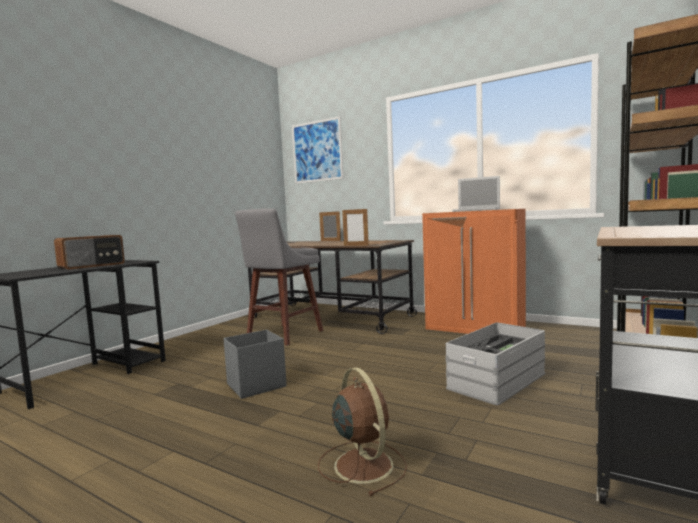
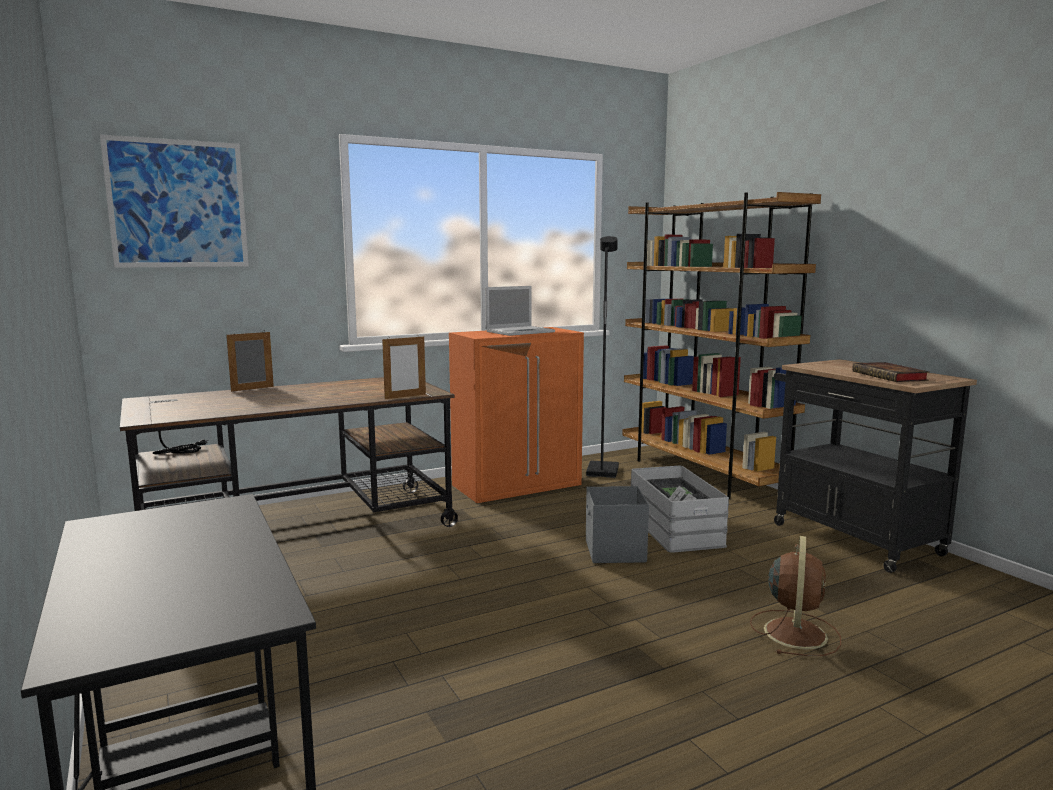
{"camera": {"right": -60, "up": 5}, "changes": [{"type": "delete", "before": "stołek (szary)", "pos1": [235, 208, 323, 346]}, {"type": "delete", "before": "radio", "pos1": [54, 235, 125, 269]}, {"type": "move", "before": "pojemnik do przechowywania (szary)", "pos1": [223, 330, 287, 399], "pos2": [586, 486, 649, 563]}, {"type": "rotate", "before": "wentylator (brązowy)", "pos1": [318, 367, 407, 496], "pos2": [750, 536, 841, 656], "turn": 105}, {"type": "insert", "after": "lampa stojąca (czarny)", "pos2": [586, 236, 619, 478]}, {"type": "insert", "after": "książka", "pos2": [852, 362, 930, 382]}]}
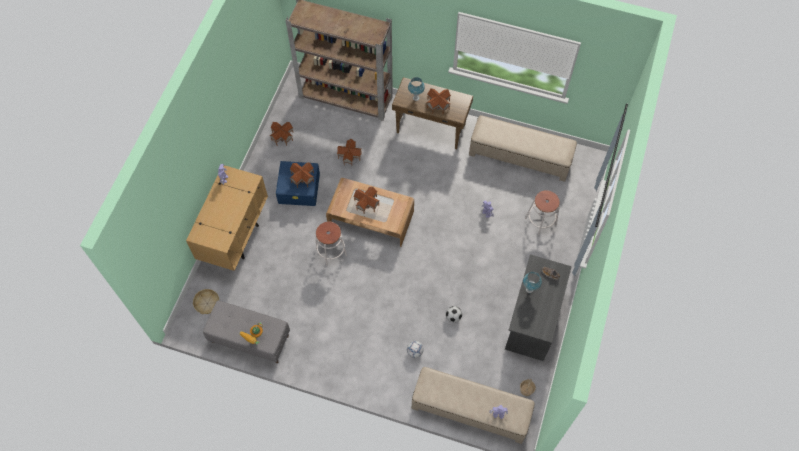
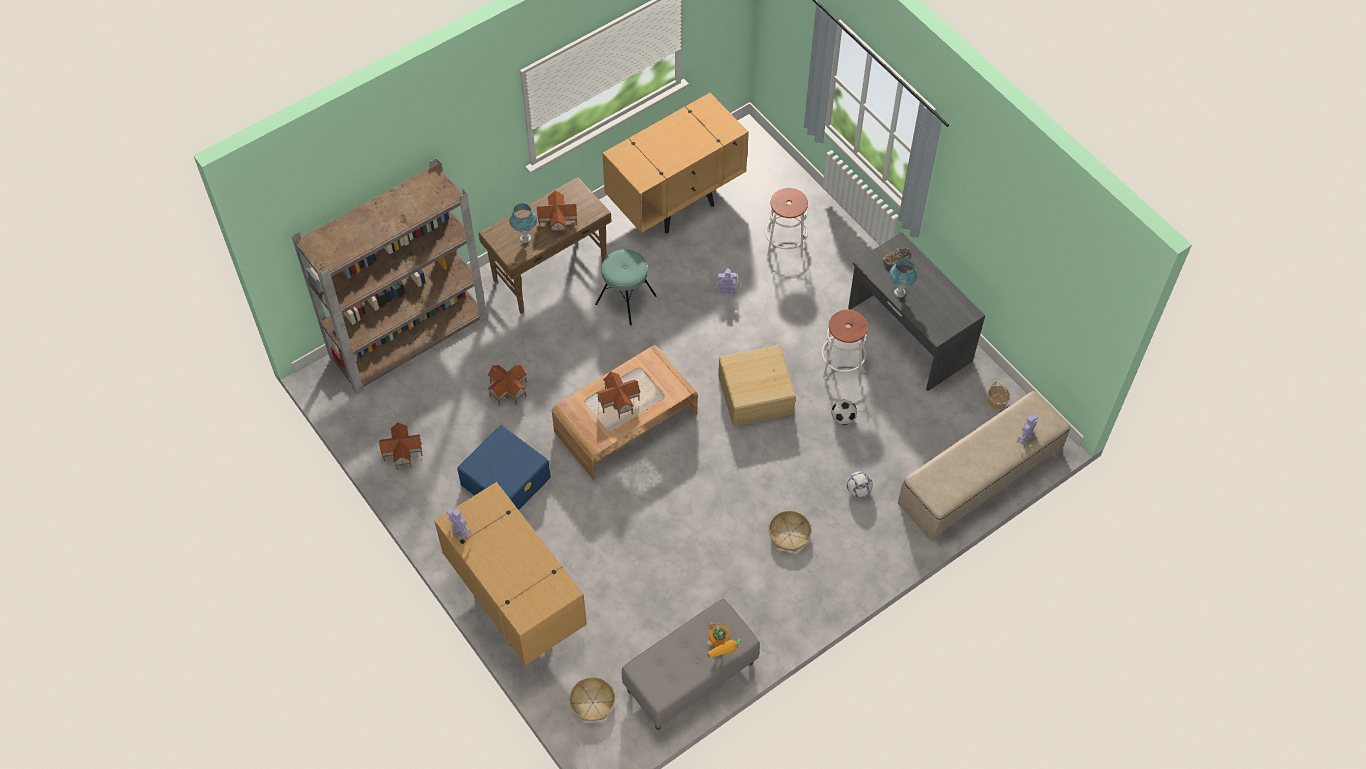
{"camera": {"right": -55, "up": -5}, "changes": [{"type": "replace", "before": "ławka (beżowy)", "after": "komoda (beżowy)", "pos1": [469, 115, 577, 182], "pos2": [602, 93, 749, 234]}, {"type": "delete", "before": "domek", "pos1": [290, 162, 314, 188]}, {"type": "move", "before": "stołek (biały)", "pos1": [316, 222, 347, 266], "pos2": [822, 310, 868, 381]}, {"type": "insert", "after": "stołek (turkusowy)", "pos2": [595, 249, 656, 325]}, {"type": "insert", "after": "pojemnik do przechowywania (beżowy)", "pos2": [718, 345, 796, 426]}, {"type": "insert", "after": "koszyk", "pos2": [769, 511, 812, 552]}]}
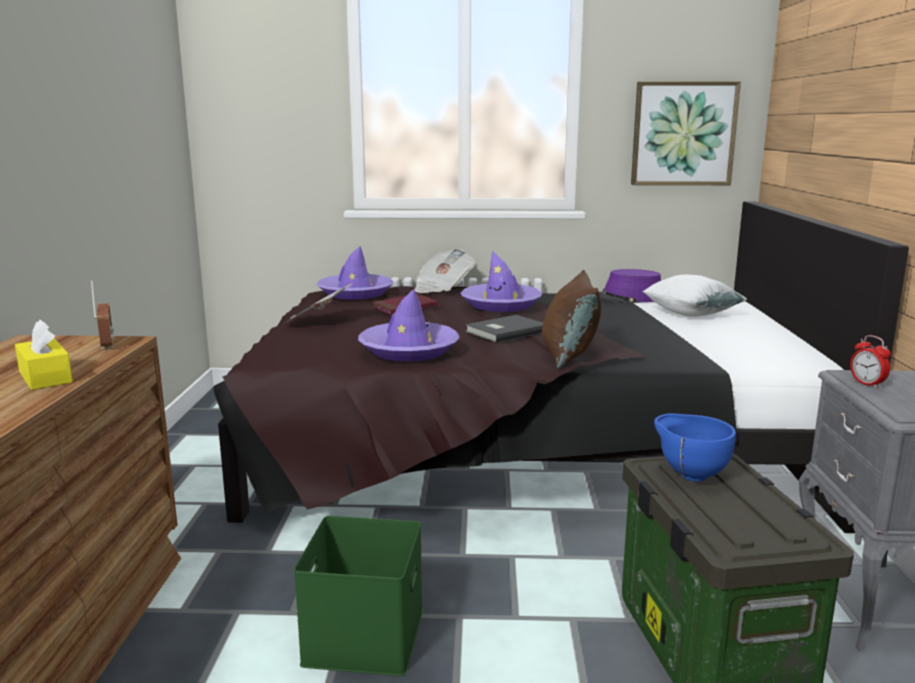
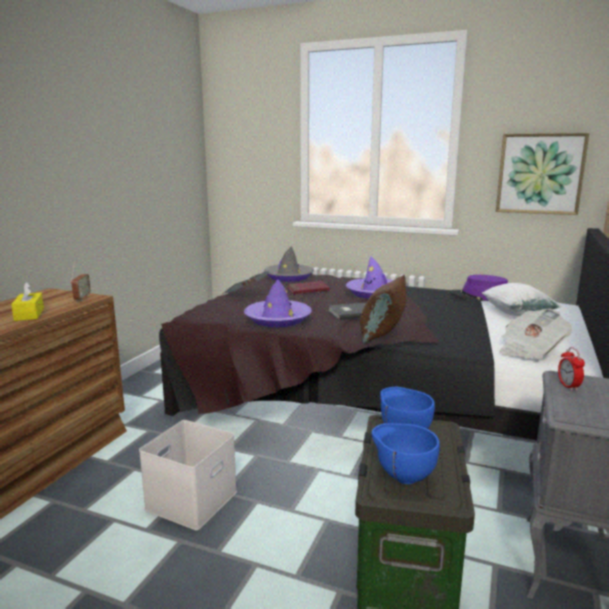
{"camera": {"right": 20, "up": 0}, "changes": [{"type": "recolor", "before": "kapelusz (fioletowy)", "after": "kapelusz (szary)", "pos1": [317, 246, 393, 300], "pos2": [264, 246, 314, 282]}, {"type": "move", "before": "gazeta", "pos1": [414, 249, 475, 293], "pos2": [500, 309, 572, 359]}, {"type": "recolor", "before": "pojemnik do przechowywania (zielony)", "after": "pojemnik do przechowywania (biały)", "pos1": [294, 516, 423, 676], "pos2": [139, 420, 237, 530]}, {"type": "insert", "after": "miska (niebieski)", "pos2": [372, 423, 440, 484]}]}
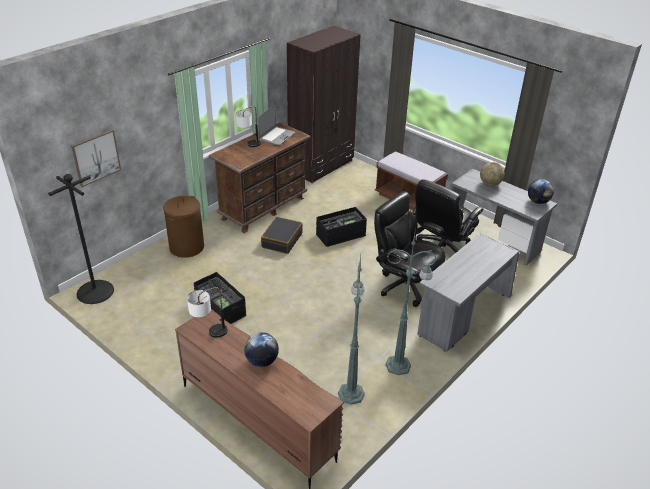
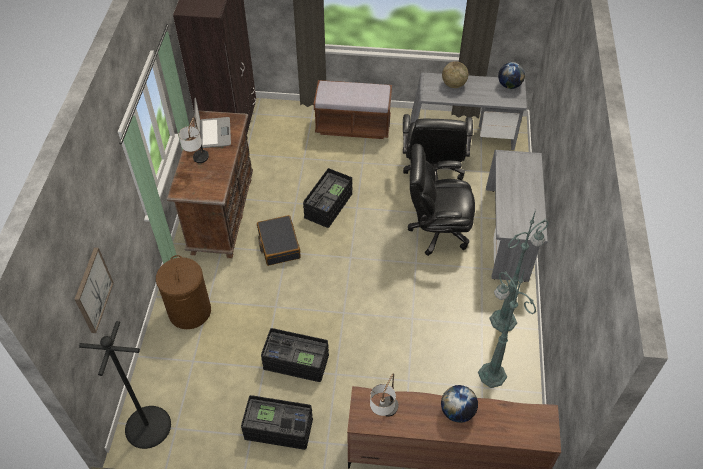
{"camera": {"right": -35, "up": 15}, "changes": [{"type": "insert", "after": "pojemnik do przechowywania (czarny)", "pos2": [241, 395, 313, 450]}]}
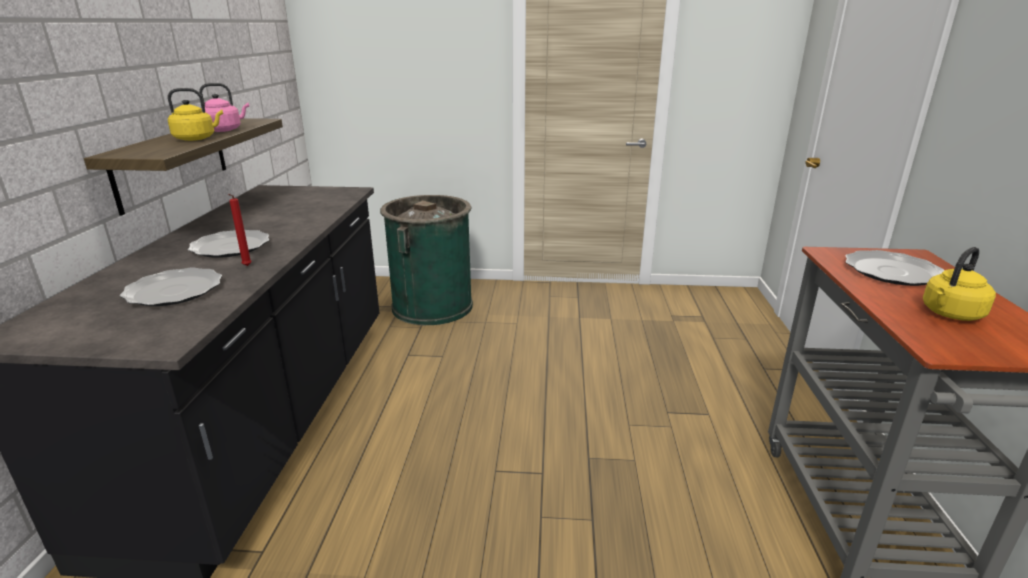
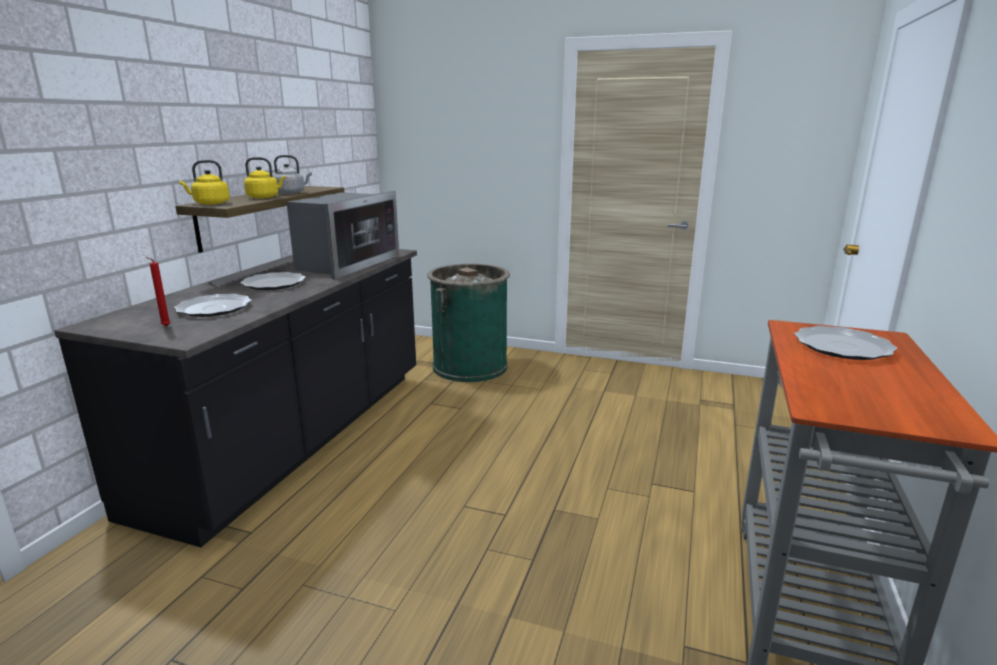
{"camera": {"right": 15, "up": -5}, "changes": [{"type": "recolor", "before": "czajnik (różowy)", "after": "czajnik (szary)", "pos1": [199, 83, 249, 132], "pos2": [273, 155, 312, 194]}, {"type": "move", "before": "świeca (czerwony)", "pos1": [228, 194, 252, 266], "pos2": [146, 257, 170, 326]}, {"type": "move", "before": "czajnik (żółty)", "pos1": [923, 247, 996, 321], "pos2": [179, 160, 230, 205]}, {"type": "insert", "after": "mikrofalówka", "pos2": [287, 191, 399, 279]}]}
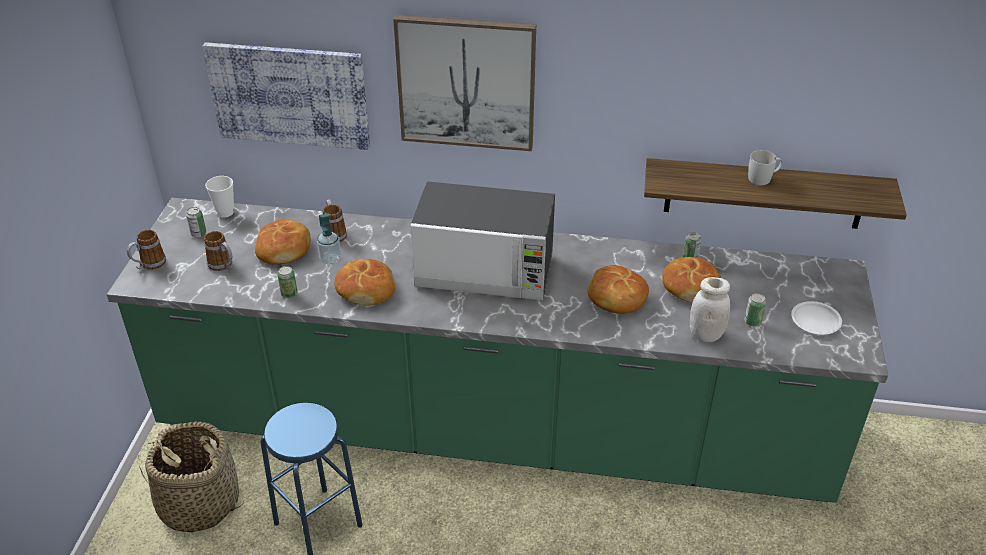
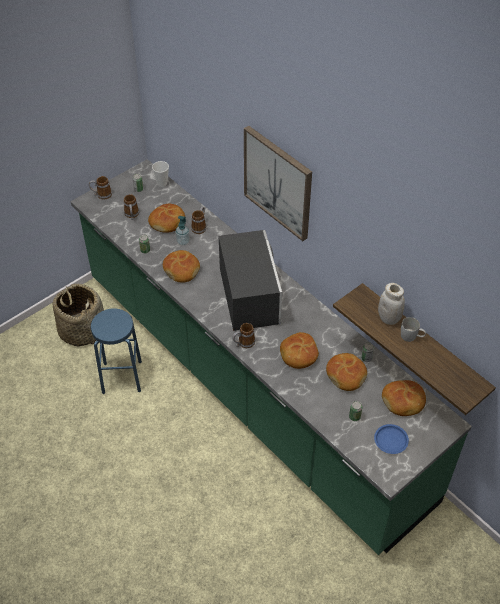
{"camera": {"right": 40, "up": 10}, "changes": [{"type": "delete", "before": "obraz", "pos1": [202, 42, 370, 150]}, {"type": "rotate", "before": "mikrofalówka", "pos1": [410, 181, 555, 300], "pos2": [219, 230, 282, 331], "turn": -150}, {"type": "move", "before": "słoik (biały)", "pos1": [690, 277, 730, 342], "pos2": [378, 283, 405, 325]}, {"type": "recolor", "before": "talerz (biały)", "after": "talerz (niebieski)", "pos1": [791, 301, 842, 335], "pos2": [374, 424, 409, 454]}, {"type": "insert", "after": "kubek", "pos2": [232, 323, 255, 348]}, {"type": "insert", "after": "chleb", "pos2": [382, 380, 426, 416]}]}
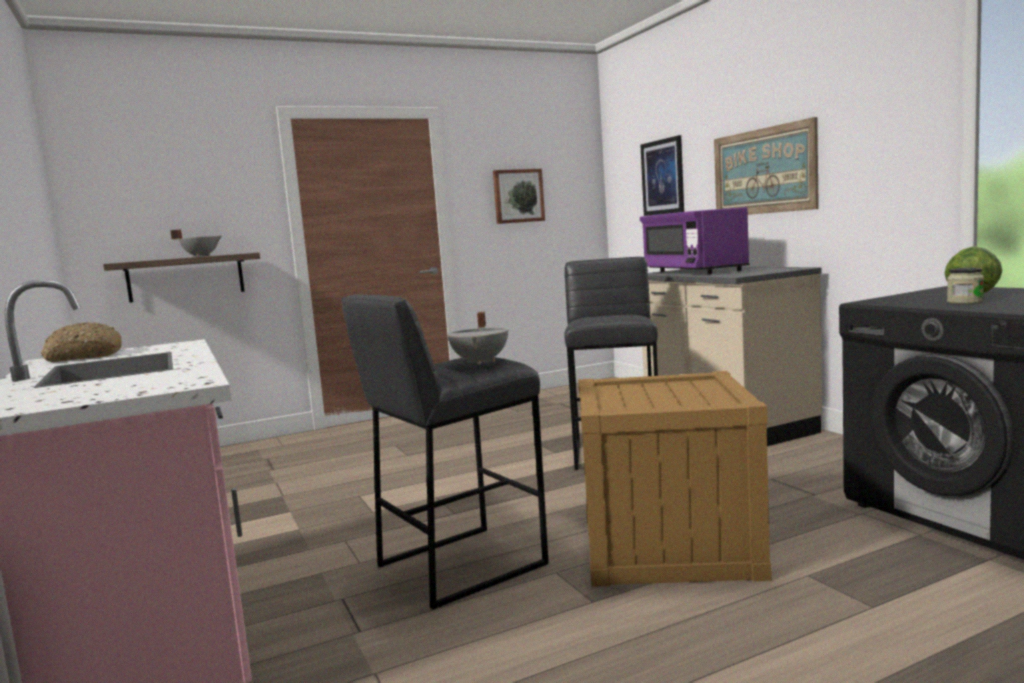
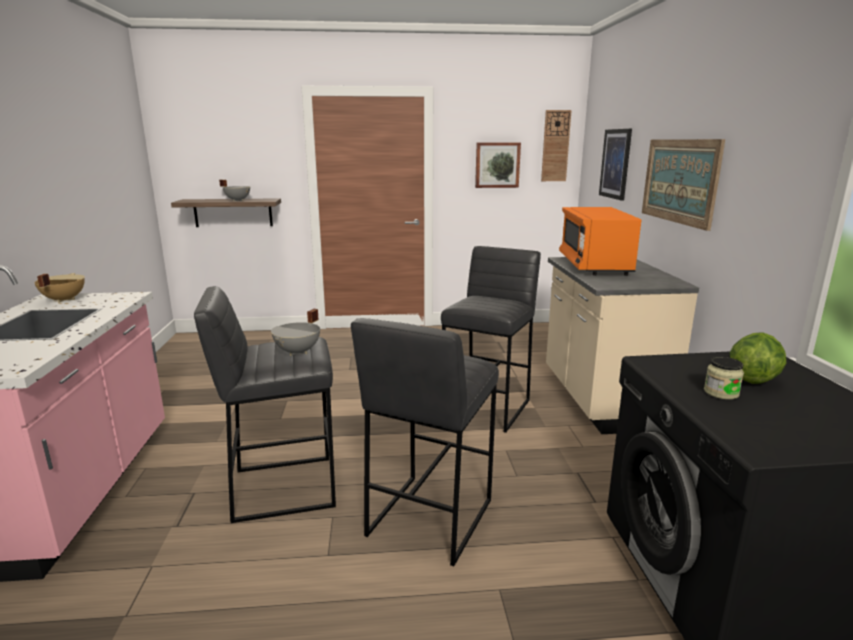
{"camera": {"right": 20, "up": 10}, "changes": [{"type": "recolor", "before": "mikrofalówka (fioletowy)", "after": "mikrofalówka (pomarańczowy)", "pos1": [640, 207, 750, 274], "pos2": [559, 207, 641, 276]}, {"type": "replace", "before": "chleb", "after": "garnek (beżowy)", "pos1": [41, 322, 122, 362], "pos2": [35, 273, 85, 303]}, {"type": "replace", "before": "skrzynka", "after": "stołek (szary)", "pos1": [578, 371, 772, 587], "pos2": [351, 318, 499, 566]}, {"type": "insert", "after": "zegar ścienny", "pos2": [541, 110, 572, 181]}]}
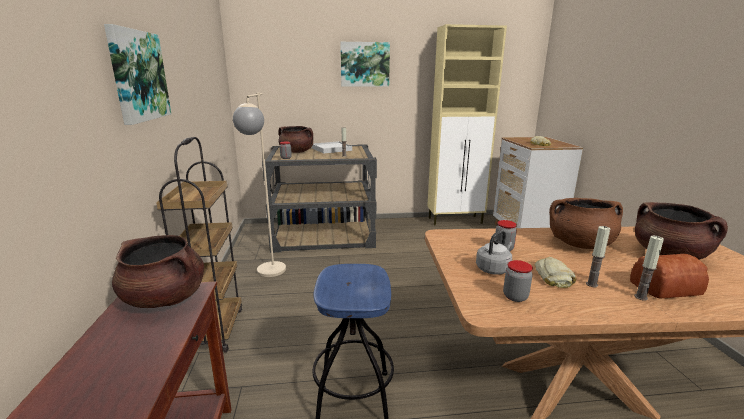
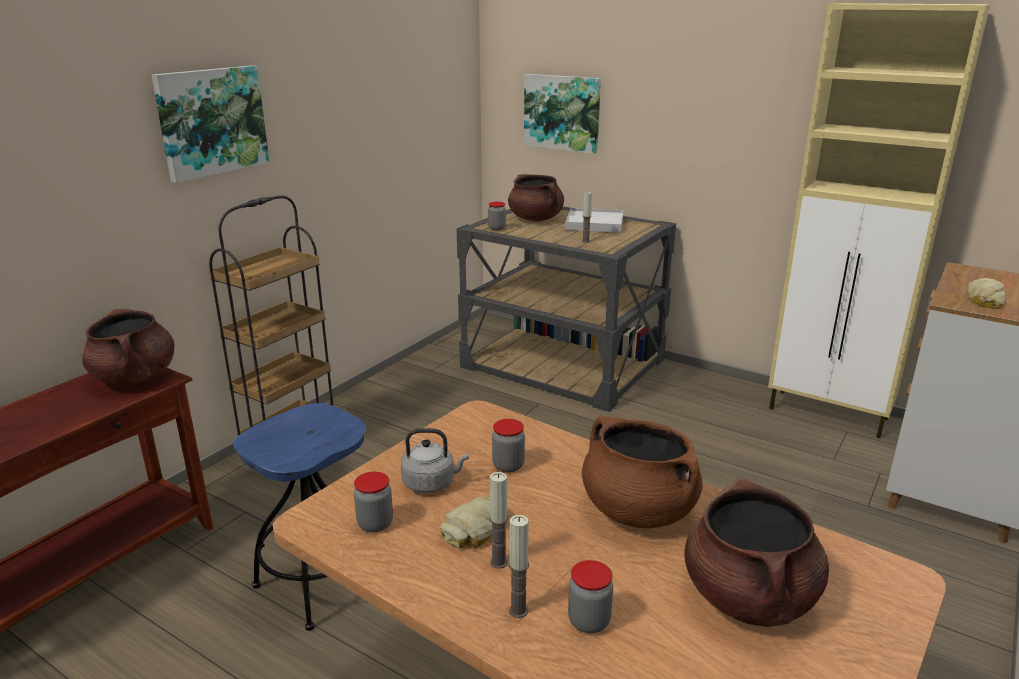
{"camera": {"right": 40, "up": 5}, "changes": [{"type": "move", "before": "obraz", "pos1": [340, 42, 390, 87], "pos2": [524, 74, 601, 154]}, {"type": "delete", "before": "lampa stojąca (beżowy)", "pos1": [233, 92, 286, 277]}, {"type": "replace", "before": "chleb", "after": "słoik", "pos1": [630, 254, 709, 298], "pos2": [568, 560, 613, 633]}]}
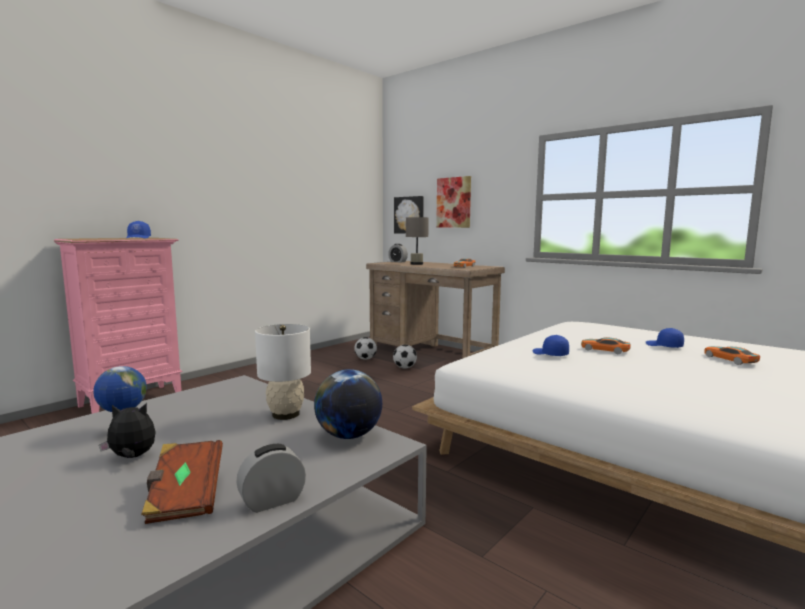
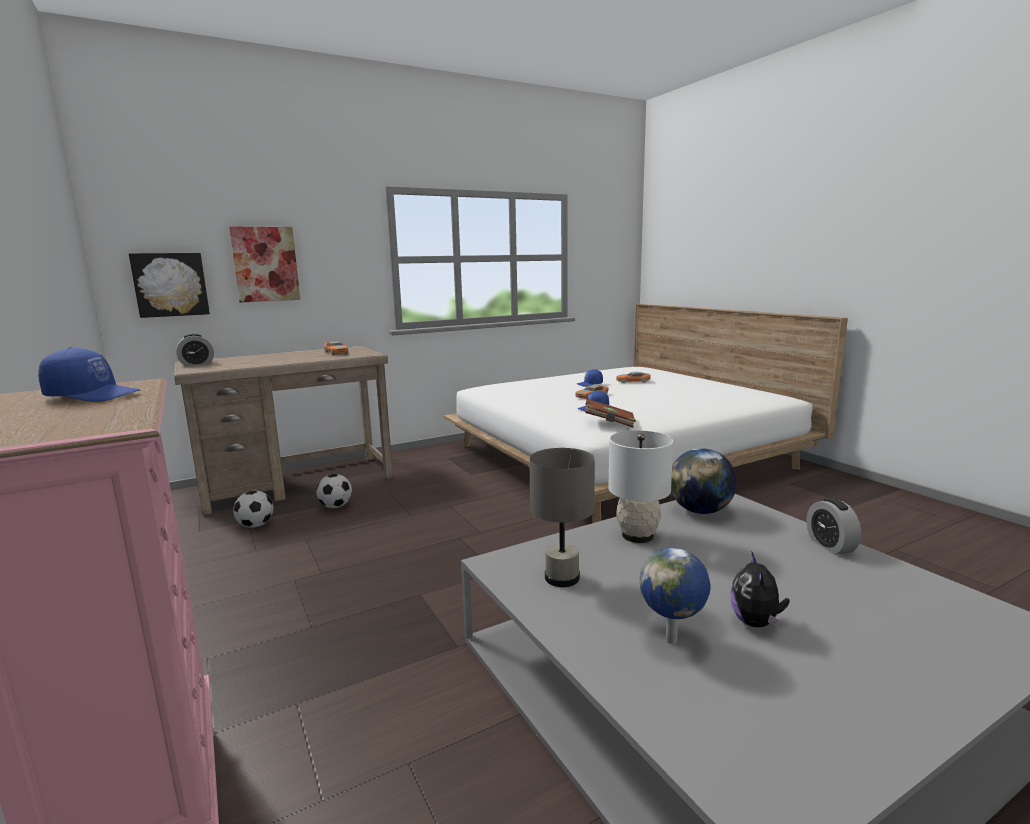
{"camera": {"right": -70, "up": 5}, "changes": [{"type": "move", "before": "lampa stołowa (szary)", "pos1": [406, 217, 429, 265], "pos2": [530, 448, 595, 587]}, {"type": "move", "before": "książka (brązowy)", "pos1": [141, 440, 223, 524], "pos2": [585, 399, 636, 428]}]}
